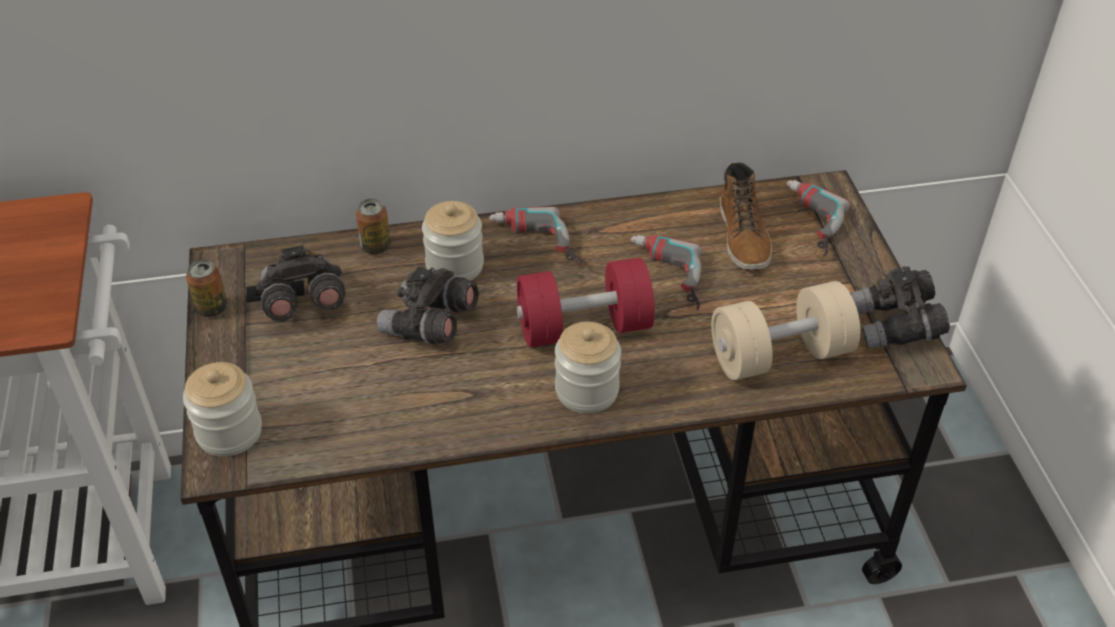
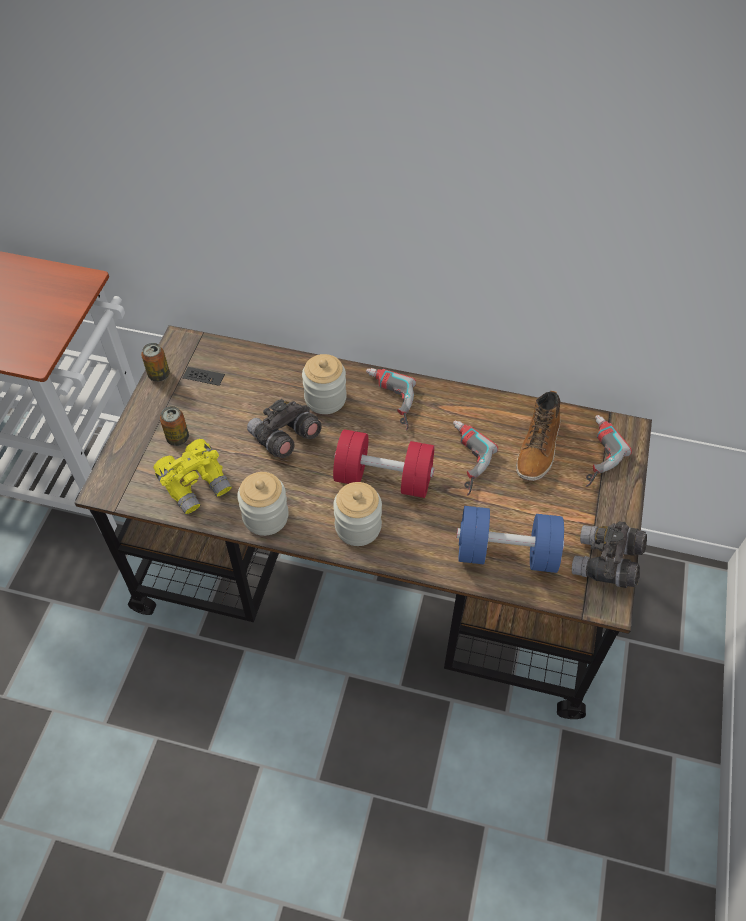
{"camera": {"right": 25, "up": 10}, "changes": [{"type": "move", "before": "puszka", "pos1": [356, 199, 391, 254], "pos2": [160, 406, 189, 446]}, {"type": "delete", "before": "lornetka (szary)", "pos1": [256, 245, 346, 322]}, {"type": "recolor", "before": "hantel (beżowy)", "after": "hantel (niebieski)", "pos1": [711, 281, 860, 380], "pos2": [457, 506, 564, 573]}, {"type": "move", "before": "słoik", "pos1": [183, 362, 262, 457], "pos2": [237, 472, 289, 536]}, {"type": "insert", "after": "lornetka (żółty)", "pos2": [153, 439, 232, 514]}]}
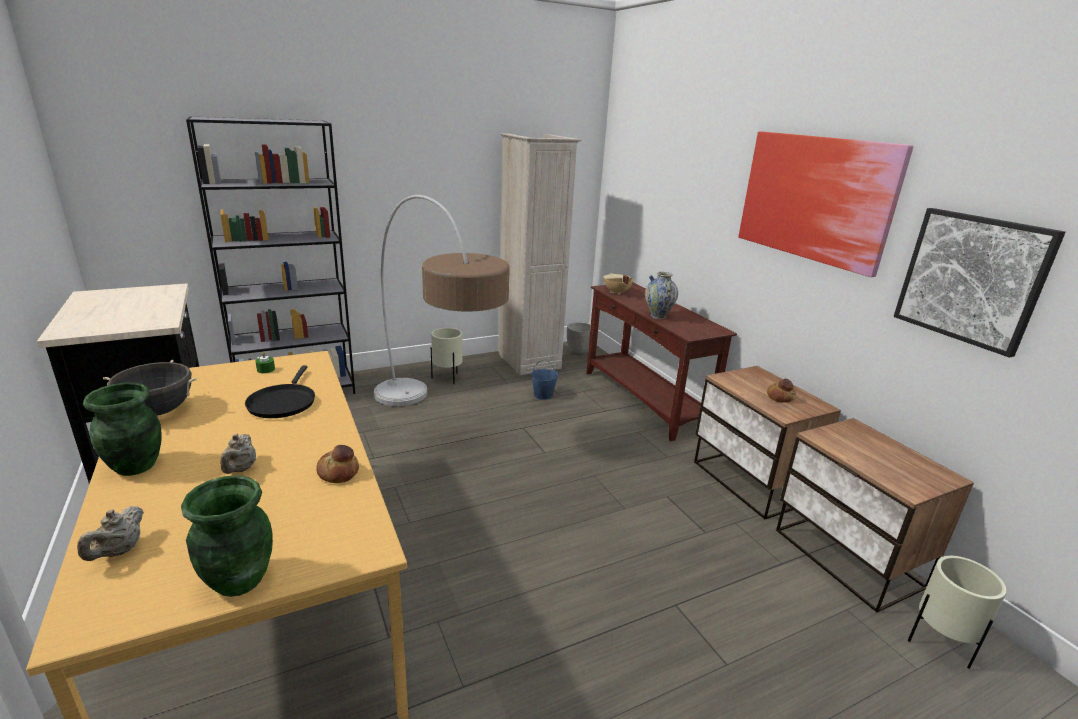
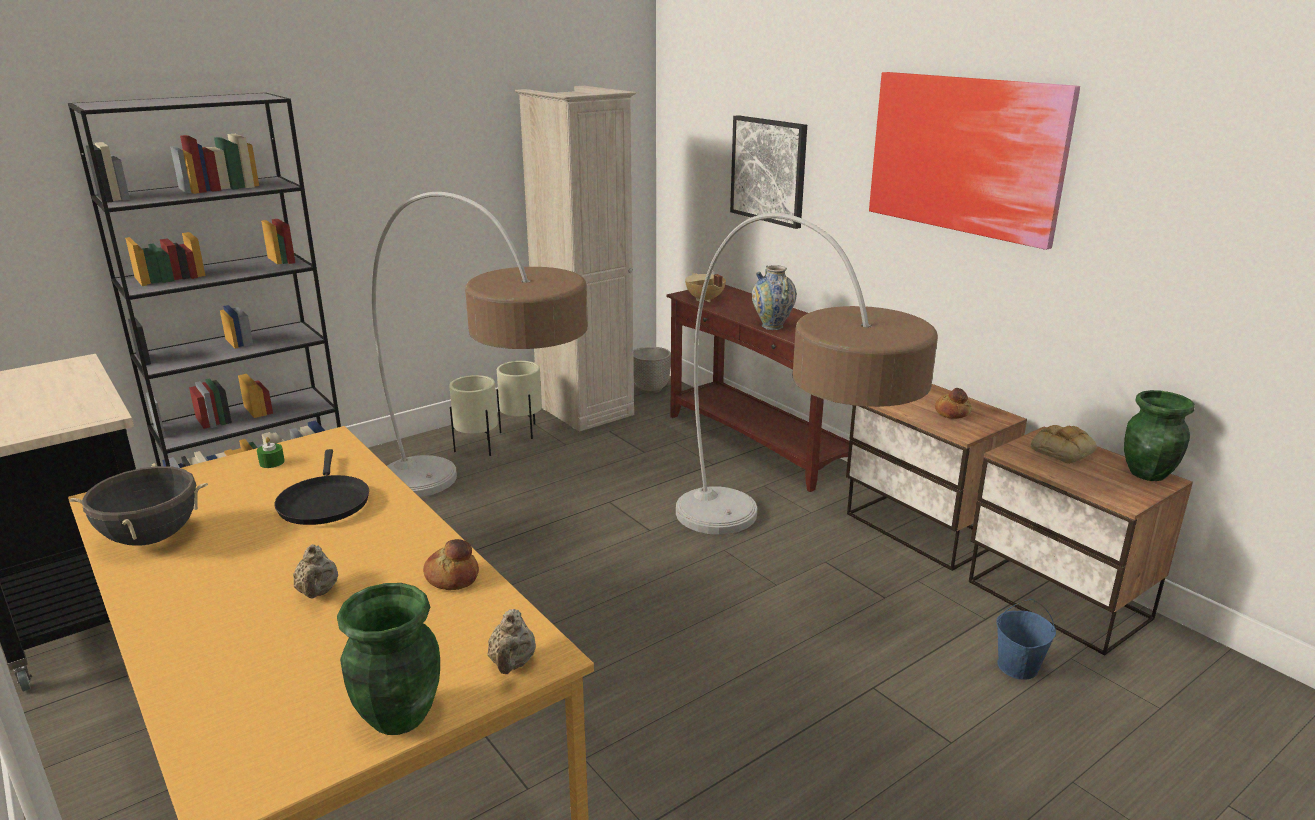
{"camera": {"right": -10, "up": 0}, "changes": [{"type": "move", "before": "obraz", "pos1": [893, 208, 1066, 358], "pos2": [730, 115, 807, 229]}, {"type": "move", "before": "wiadro (niebieski)", "pos1": [531, 359, 559, 400], "pos2": [996, 599, 1056, 680]}, {"type": "move", "before": "wazon (zielony)", "pos1": [83, 383, 162, 476], "pos2": [1124, 390, 1195, 481]}, {"type": "move", "before": "imbryk (beżowy)", "pos1": [77, 506, 144, 561], "pos2": [488, 609, 536, 674]}, {"type": "move", "before": "donica (beżowy)", "pos1": [908, 556, 1007, 669], "pos2": [497, 361, 542, 439]}, {"type": "insert", "after": "lampa stojąca", "pos2": [676, 213, 938, 535]}, {"type": "insert", "after": "chleb", "pos2": [1031, 425, 1097, 464]}]}
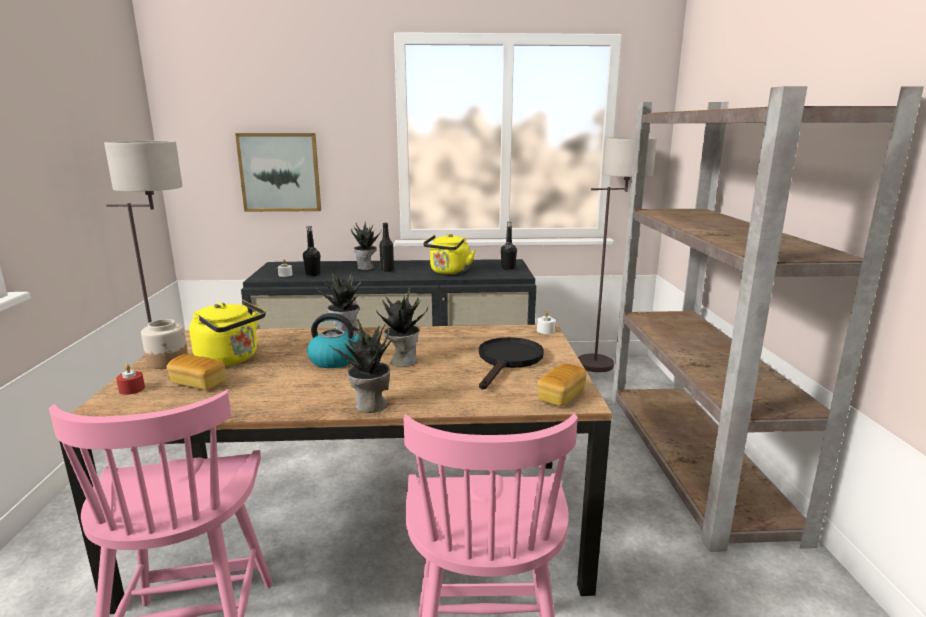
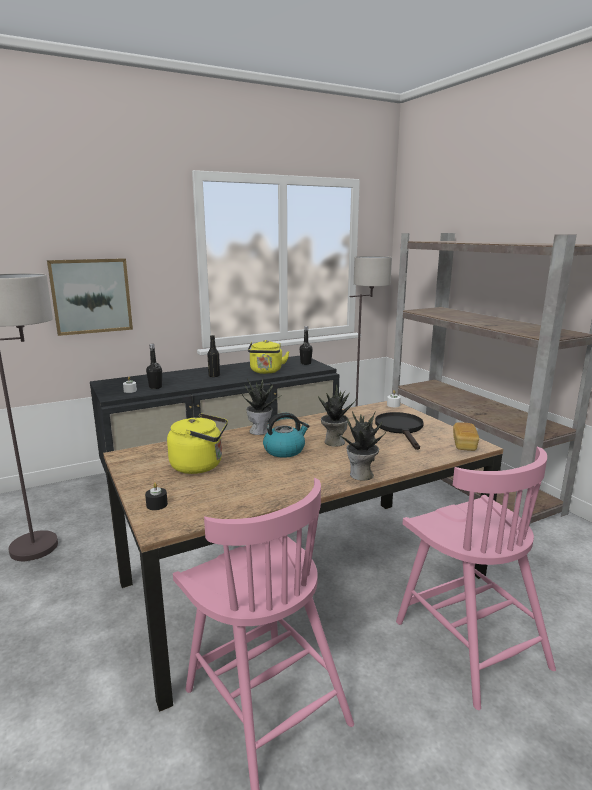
{"camera": {"right": -25, "up": 0}, "changes": [{"type": "delete", "before": "roślina doniczkowa", "pos1": [351, 223, 382, 270]}, {"type": "delete", "before": "słoik", "pos1": [141, 319, 188, 369]}, {"type": "delete", "before": "chleb", "pos1": [166, 354, 225, 390]}, {"type": "recolor", "before": "świeca (czerwony)", "after": "świeca (czarny)", "pos1": [116, 364, 145, 395], "pos2": [145, 483, 168, 510]}]}
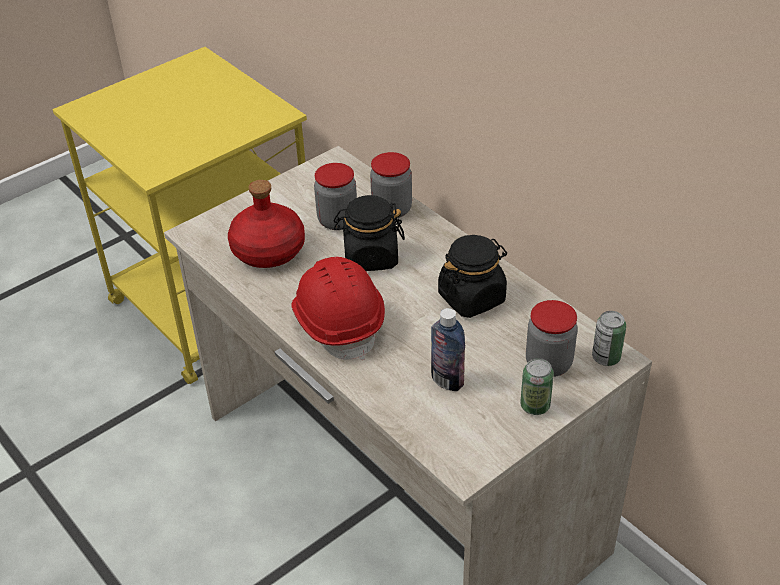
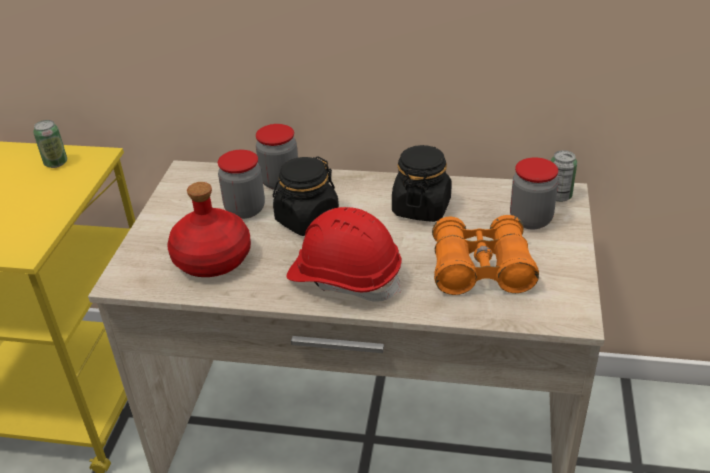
{"camera": {"right": -40, "up": -5}, "changes": [{"type": "replace", "before": "butelka", "after": "lornetka (pomarańczowy)", "pos1": [431, 308, 465, 391], "pos2": [432, 215, 539, 295]}, {"type": "move", "before": "puszka", "pos1": [520, 358, 554, 415], "pos2": [33, 120, 67, 168]}]}
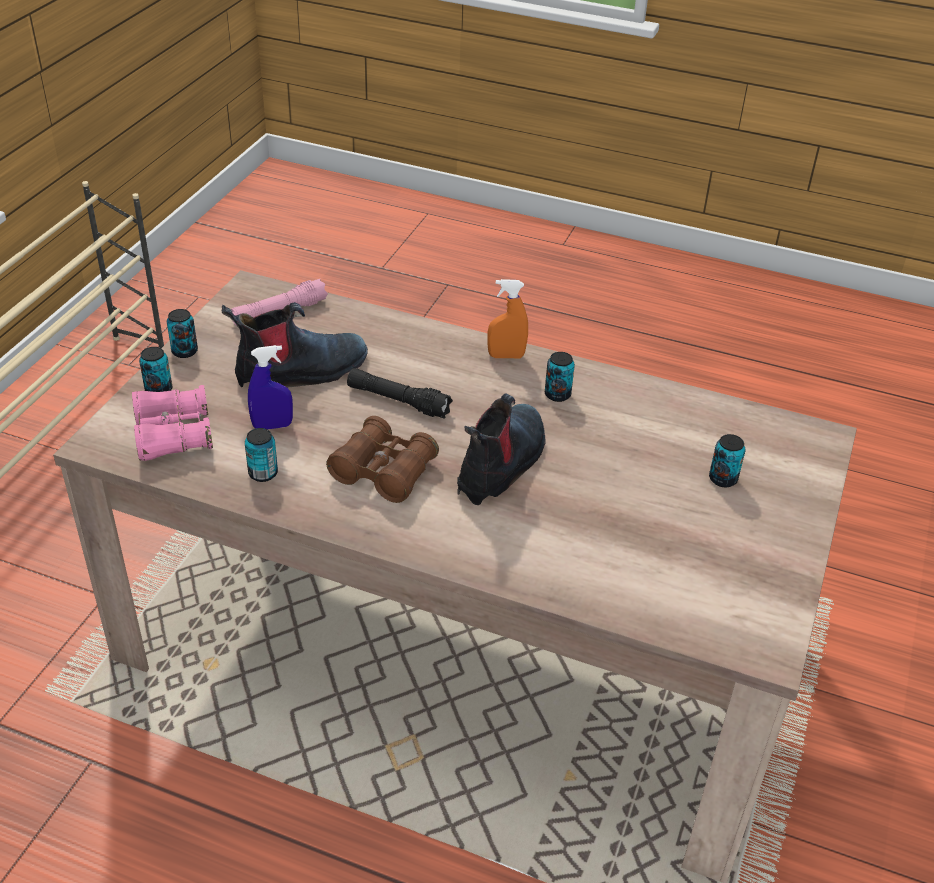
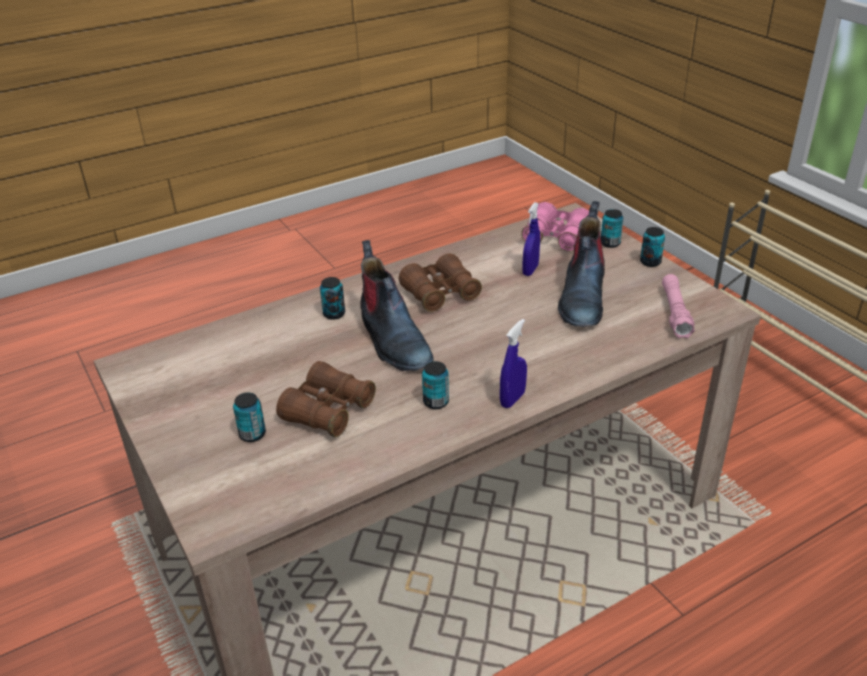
{"camera": {"right": 130, "up": -5}, "changes": [{"type": "recolor", "before": "spryskiwacz (pomarańczowy)", "after": "spryskiwacz (niebieski)", "pos1": [488, 279, 528, 358], "pos2": [500, 319, 527, 408]}, {"type": "delete", "before": "latarka (czarny)", "pos1": [347, 368, 453, 419]}, {"type": "move", "before": "puszka", "pos1": [245, 428, 278, 482], "pos2": [320, 277, 345, 320]}, {"type": "insert", "after": "lornetka (brązowy)", "pos2": [276, 361, 376, 437]}]}
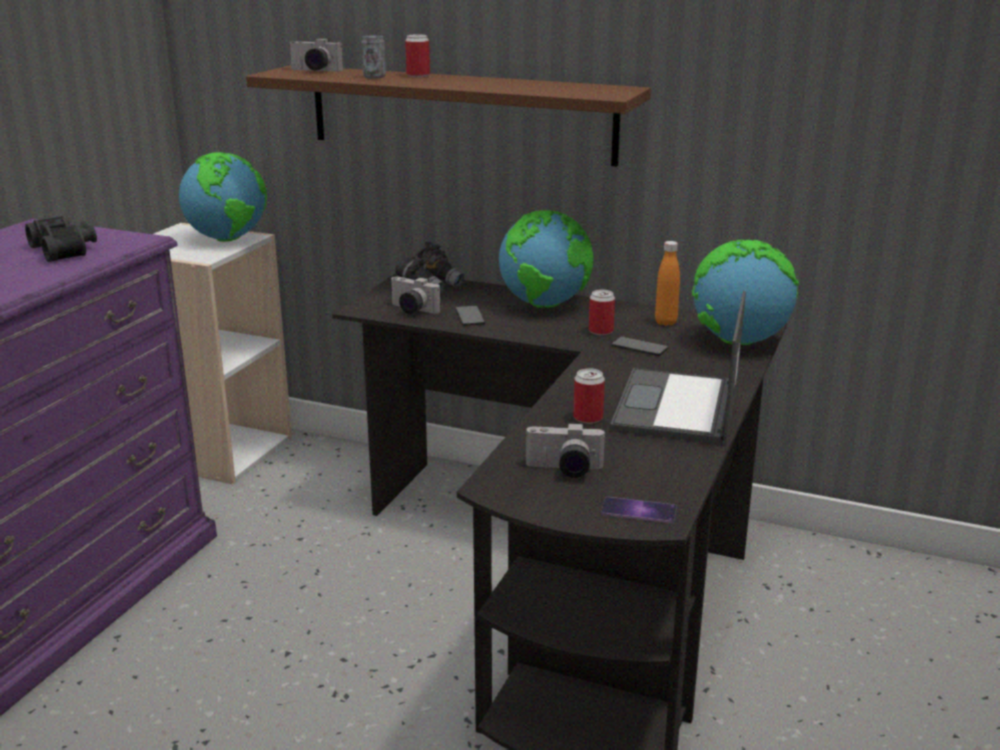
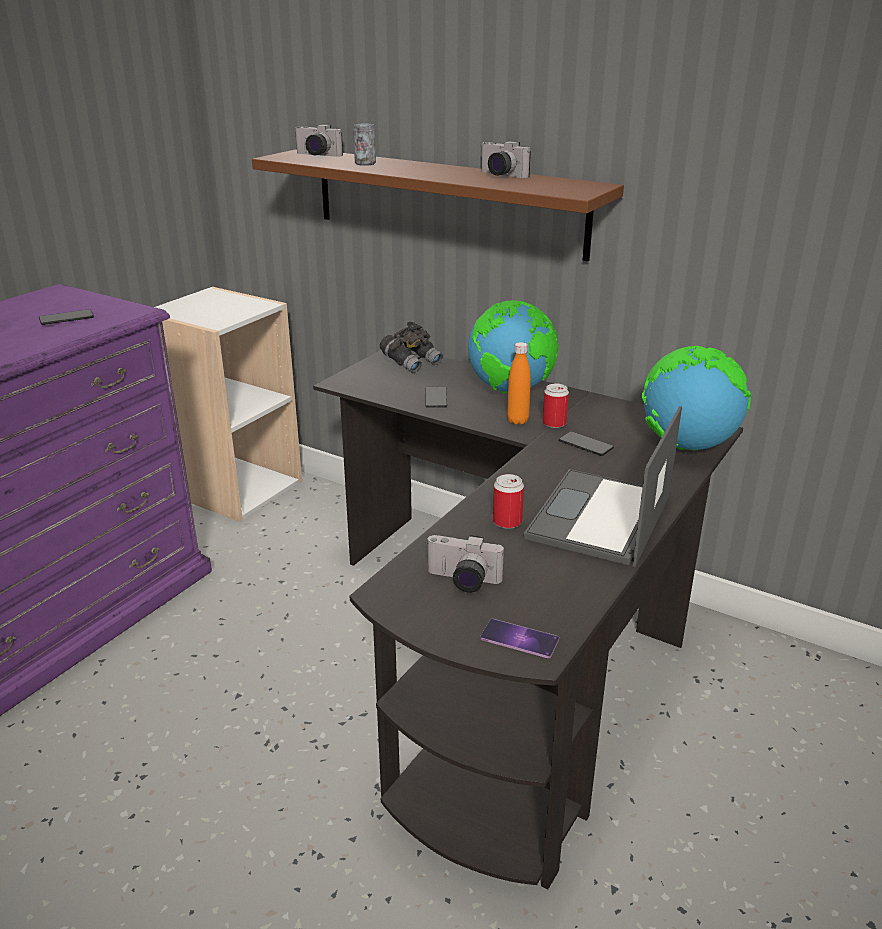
{"camera": {"right": 10, "up": 5}, "changes": [{"type": "delete", "before": "puszka", "pos1": [405, 34, 430, 77]}, {"type": "delete", "before": "globus", "pos1": [179, 152, 267, 242]}, {"type": "replace", "before": "lornetka (czarny)", "after": "telefon", "pos1": [25, 216, 97, 262], "pos2": [39, 309, 94, 325]}, {"type": "move", "before": "butelka (pomarańczowy)", "pos1": [655, 241, 680, 326], "pos2": [507, 342, 531, 425]}, {"type": "move", "before": "aparat fotograficzny", "pos1": [391, 277, 441, 314], "pos2": [481, 141, 531, 178]}]}
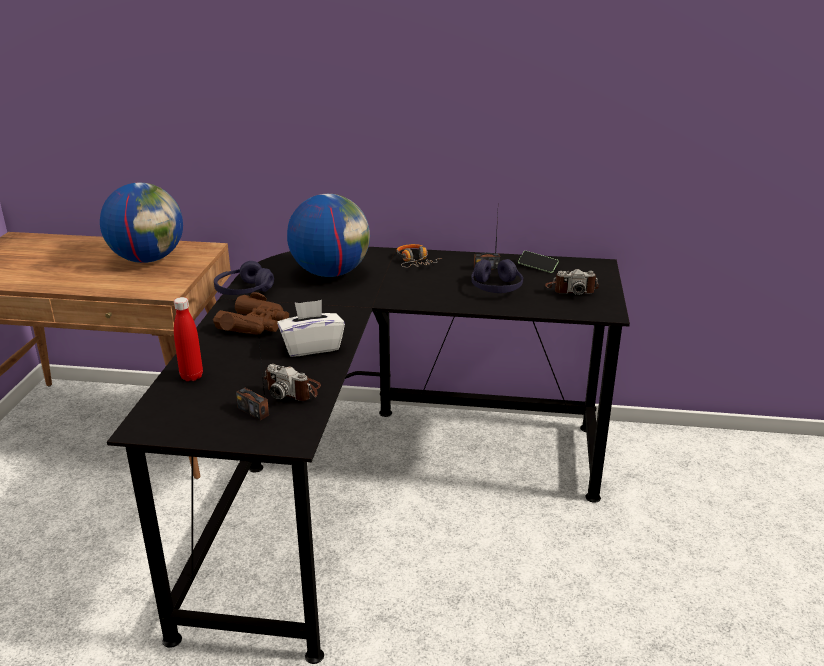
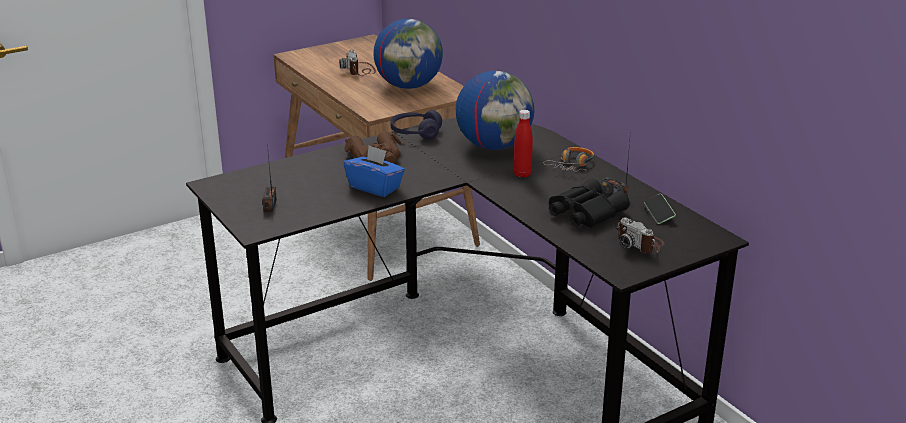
{"camera": {"right": 50, "up": 0}, "changes": [{"type": "replace", "before": "słuchawki (fioletowy)", "after": "lornetka (czarny)", "pos1": [471, 259, 524, 293], "pos2": [549, 179, 630, 228]}, {"type": "move", "before": "butelka (czerwony)", "pos1": [174, 297, 203, 381], "pos2": [513, 110, 533, 177]}, {"type": "recolor", "before": "pudełko chusteczek (biały)", "after": "pudełko chusteczek (niebieski)", "pos1": [277, 300, 345, 357], "pos2": [343, 145, 405, 197]}, {"type": "move", "before": "aparat fotograficzny", "pos1": [264, 364, 321, 401], "pos2": [339, 50, 376, 76]}]}
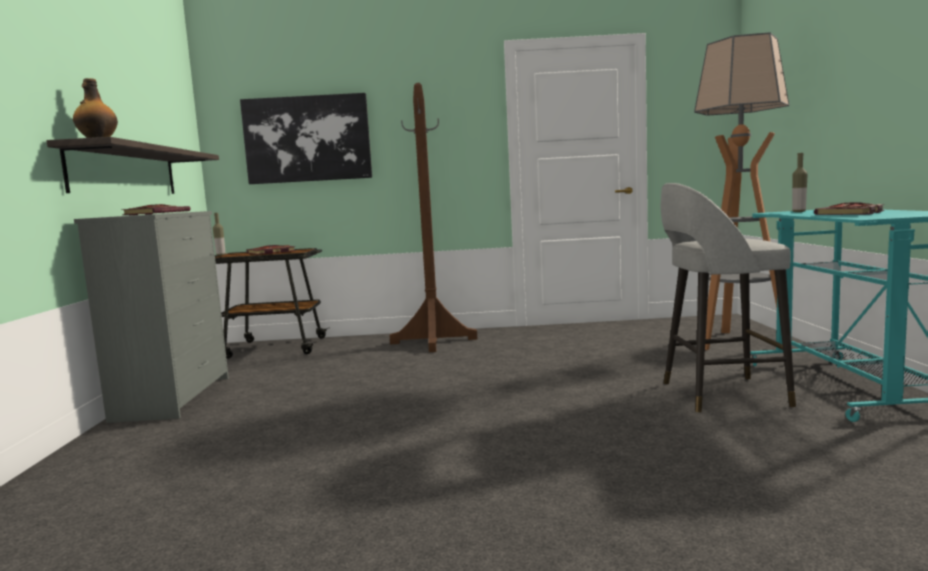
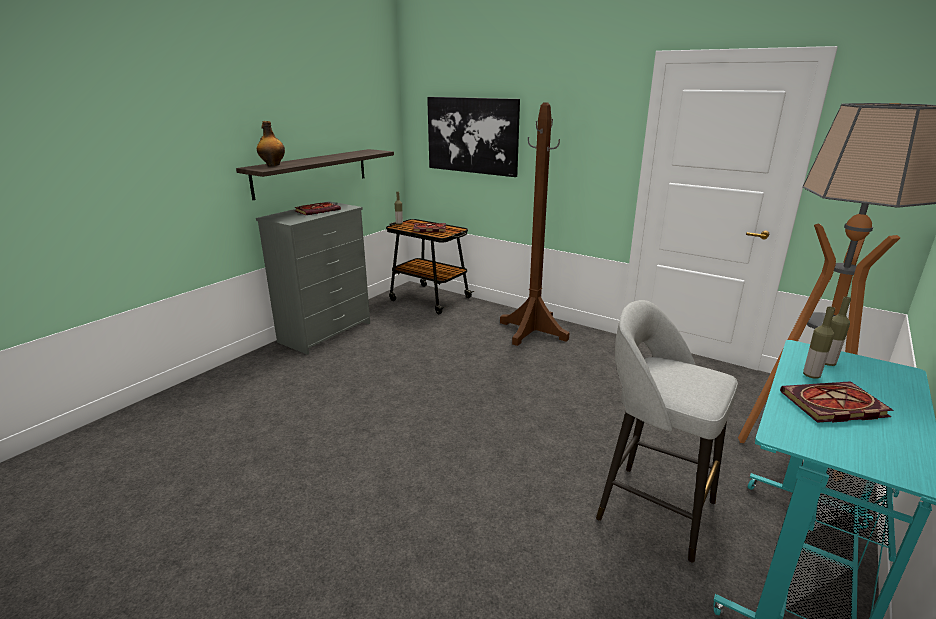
{"camera": {"right": 35, "up": 15}, "changes": [{"type": "insert", "after": "butelka", "pos2": [803, 307, 835, 379]}]}
